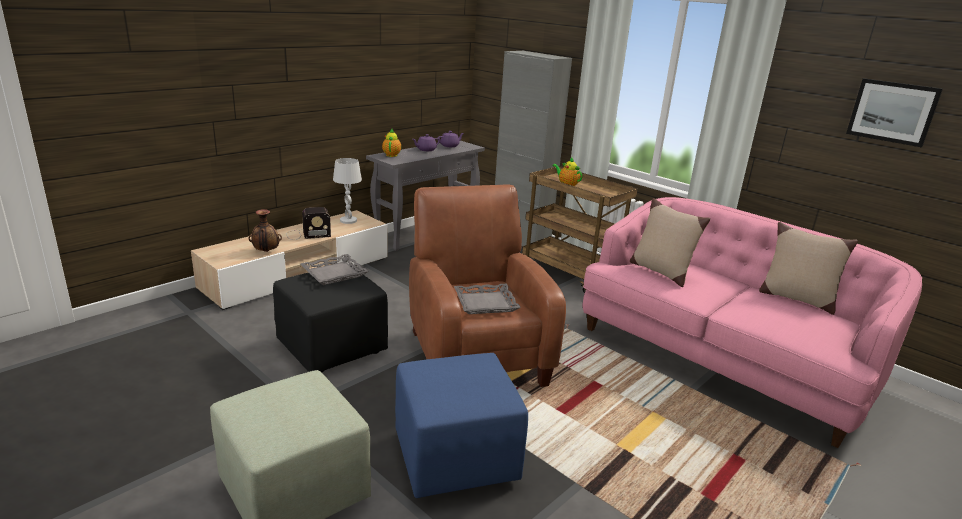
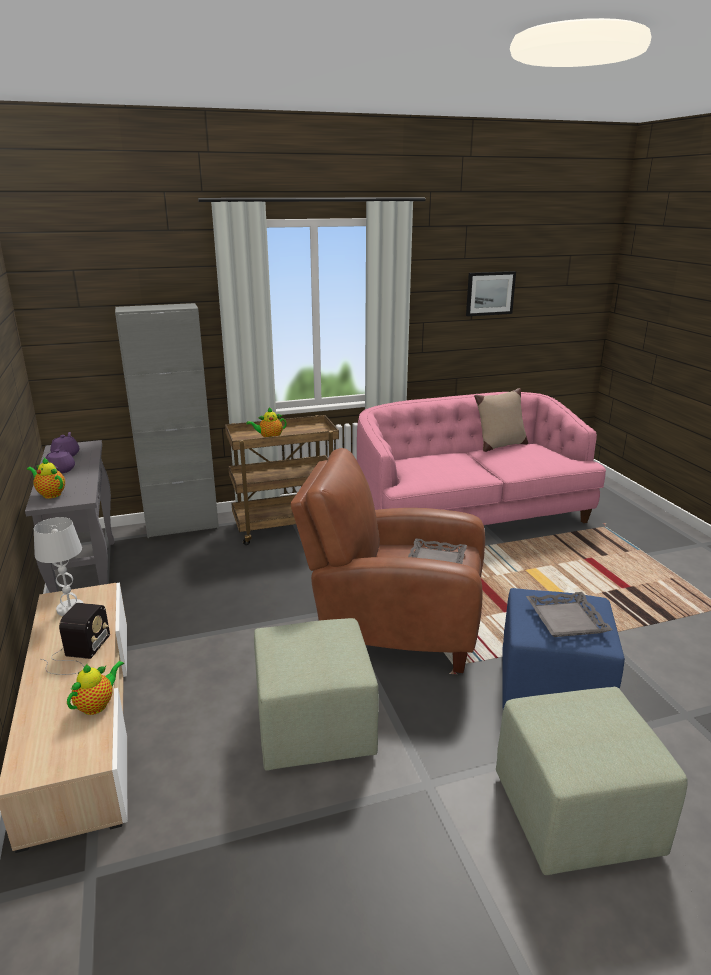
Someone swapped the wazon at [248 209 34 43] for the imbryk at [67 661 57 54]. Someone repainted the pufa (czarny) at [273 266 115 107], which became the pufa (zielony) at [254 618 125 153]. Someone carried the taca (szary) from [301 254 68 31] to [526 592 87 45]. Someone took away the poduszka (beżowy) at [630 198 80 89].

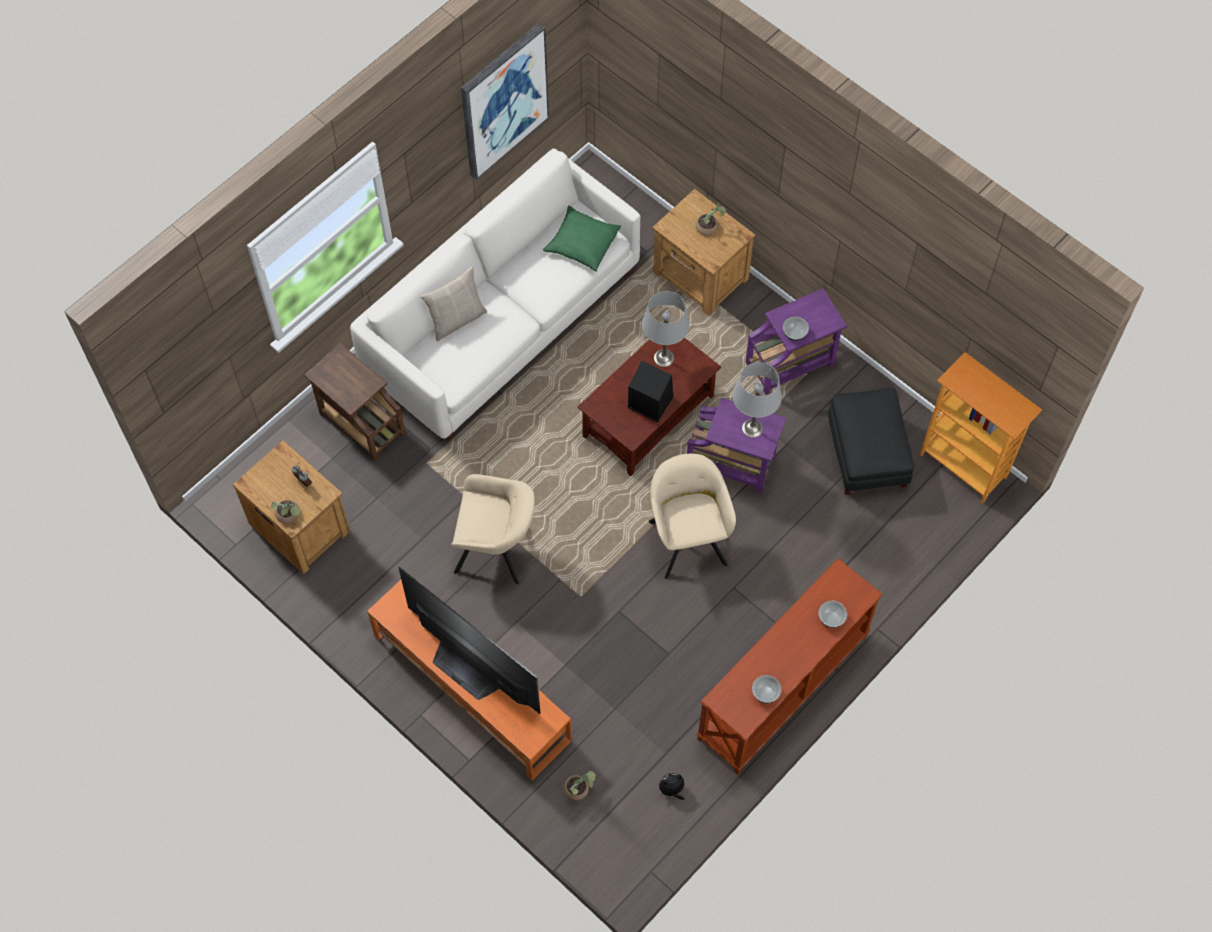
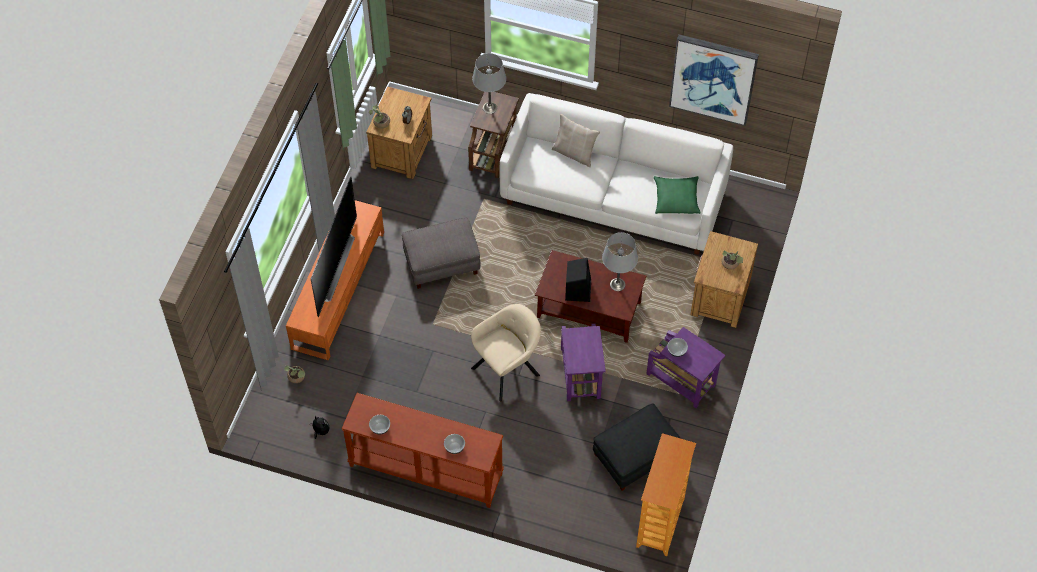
Someone swapped the fotel (beżowy) at [451 474 84 110] for the pufa (szary) at [402 218 79 71]. Someone carried the lampa stołowa (szary) from [733 362 49 76] to [472 53 34 61].

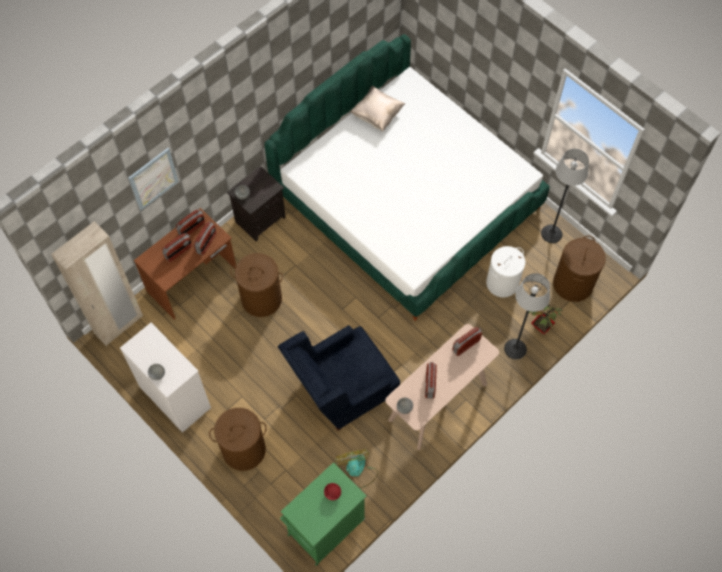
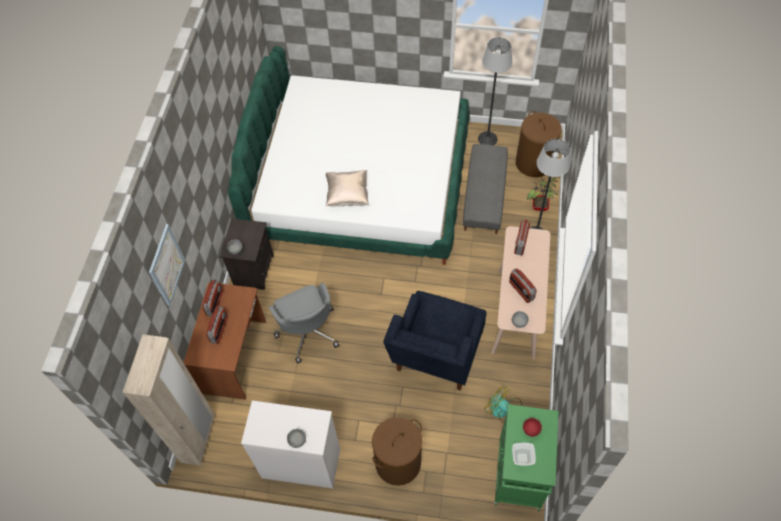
Someone swapped the kosz na pranie (brązowy) at [230 253 53 64] for the krzesło biurowe (szary) at [269 283 70 81]. Someone carried the poduszka (beżowy) from [349 86 56 46] to [326 170 43 36]. Someone swapped the kosz na pranie (biały) at [486 246 39 52] for the pufa (szary) at [463 144 45 90]. Someone put down the miska at [512 443 24 23]. Someone took away the radio at [194 221 22 34].

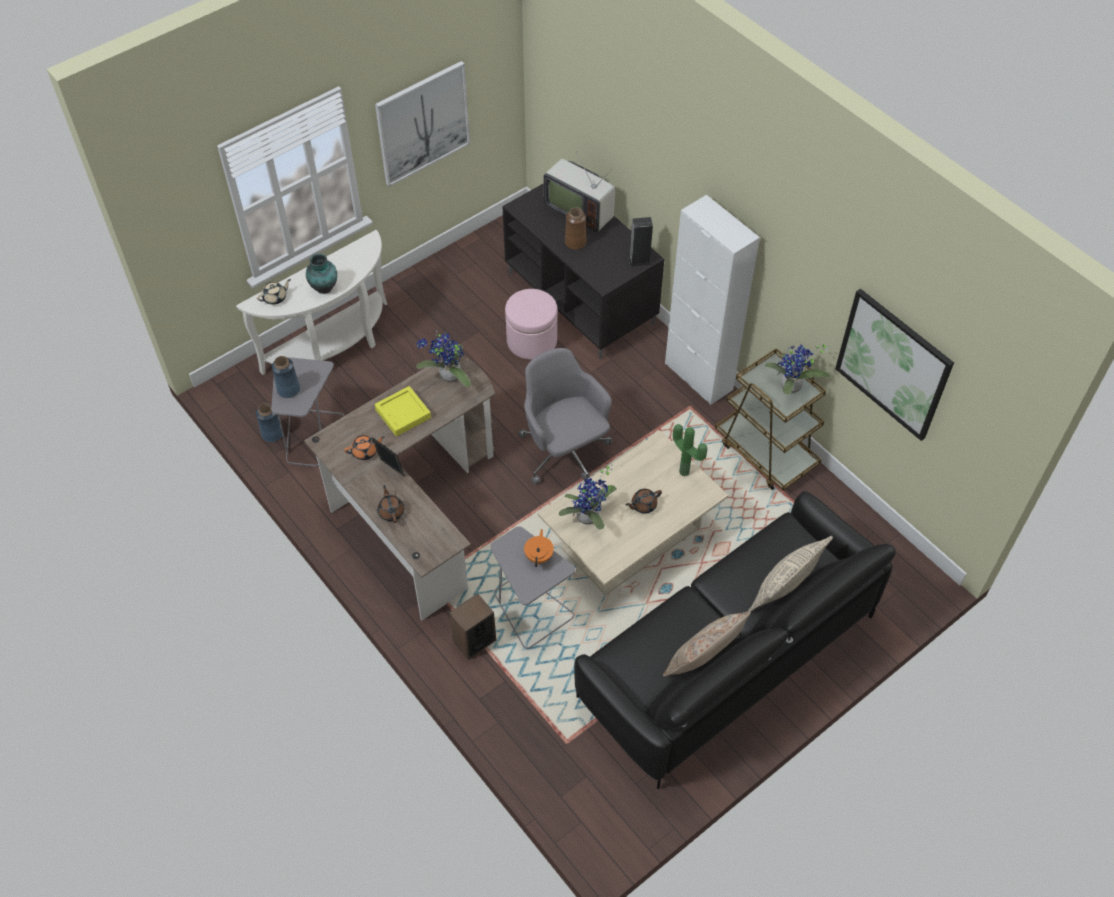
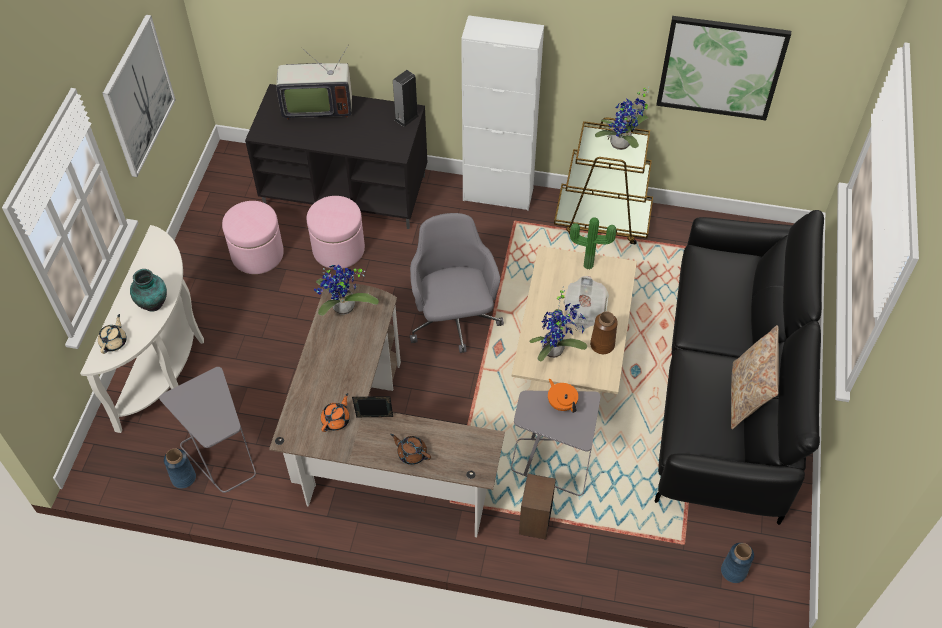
Someone put down the pufa (różowy) at [222 201 62 73]. Someone rotated the krzesło biurowe (szary) at [518 348 94 137] by 60 degrees clockwise. Someone swapped the imbryk (brązowy) at [626 489 36 25] for the gazeta at [563 276 46 54]. Someone carried the wazon (brązowy) from [565 208 22 42] to [590 311 28 43]. Someone carried the wazon (niebieski) from [272 356 28 42] to [721 543 33 40]. Someone took away the taca (żółty) at [375 386 56 50]. Someone took away the poduszka (beżowy) at [748 536 85 75].

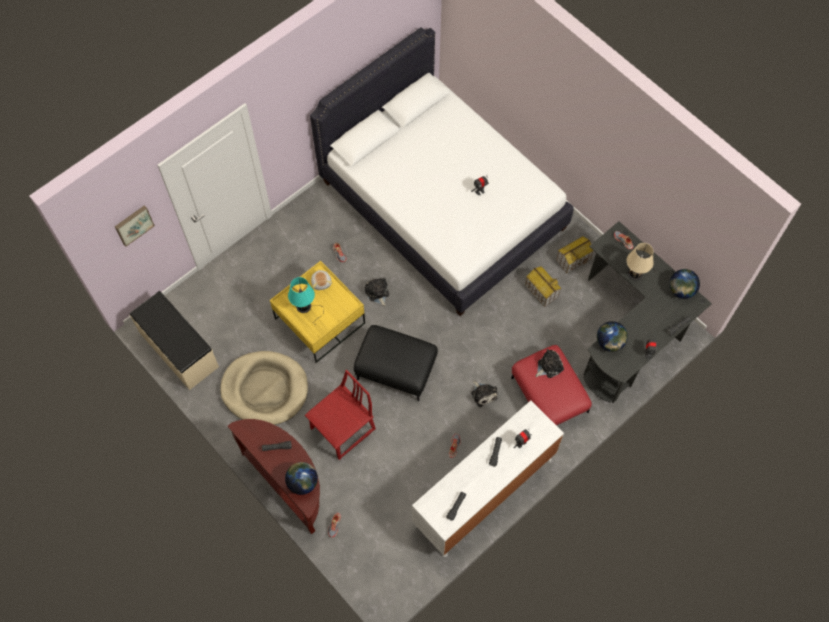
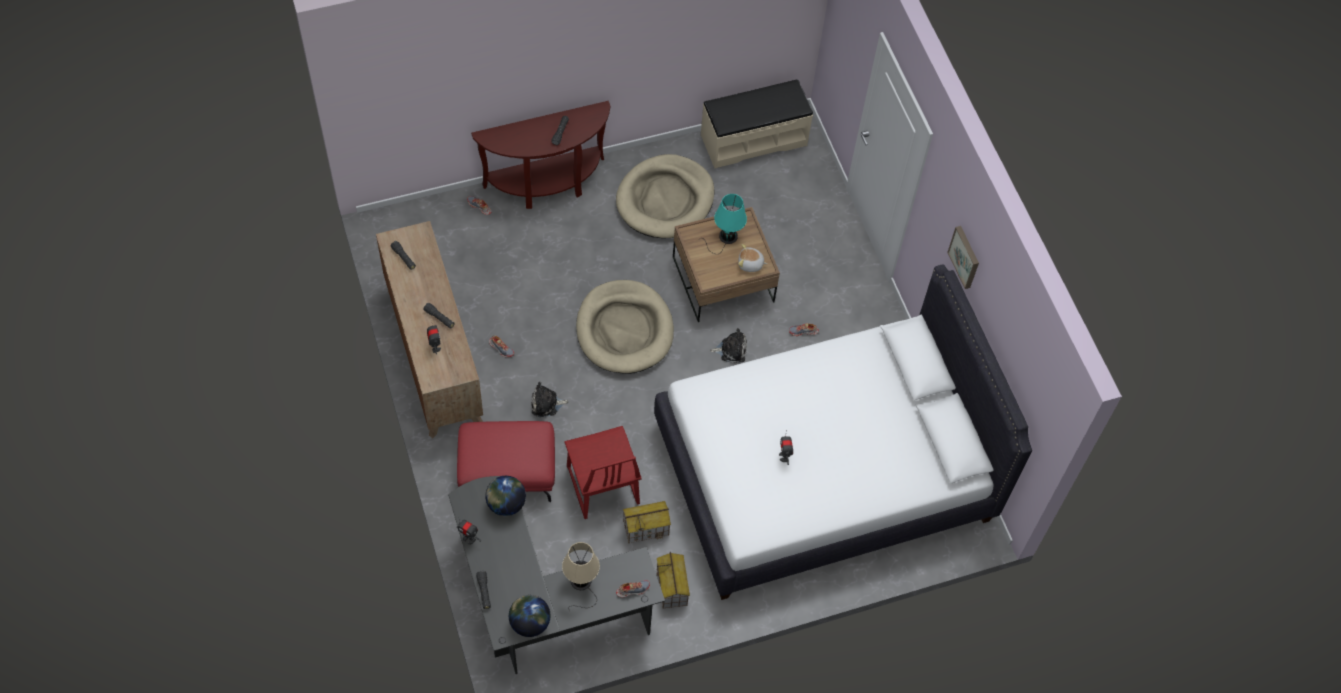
Someone repainted the komoda (biały) at [412 401 152 156], which became the komoda (brązowy) at [376 221 107 217]. Someone carried the krzesło (czerwony) from [305 370 71 90] to [564 426 78 93]. Someone swapped the pufa (czarny) at [354 325 84 76] for the legowisko (beżowy) at [576 280 98 94]. Someone repainted the ława (żółty) at [270 261 95 102], which became the ława (brązowy) at [673 207 107 115]. Someone carried the obraz from [115 205 40 42] to [947 226 32 63]. Someone took away the globus at [285 462 33 33]. Someone took away the pluszak at [535 349 29 29].

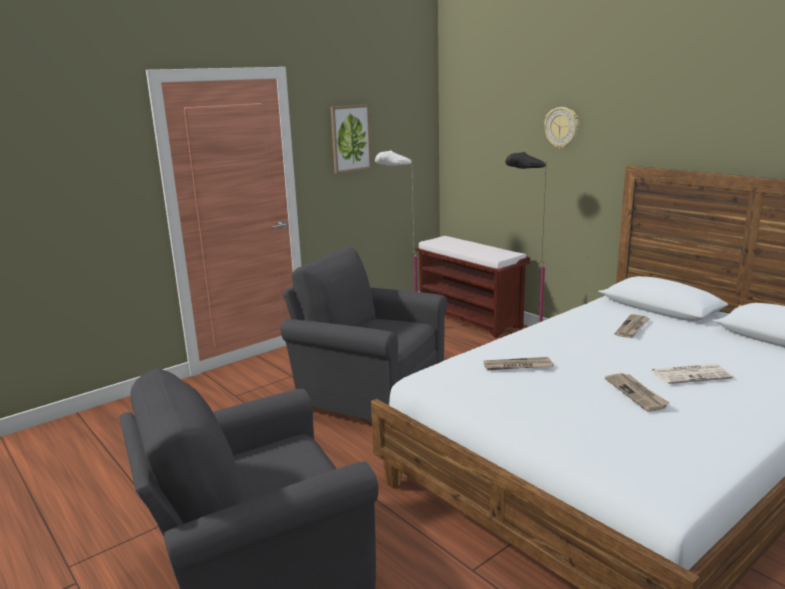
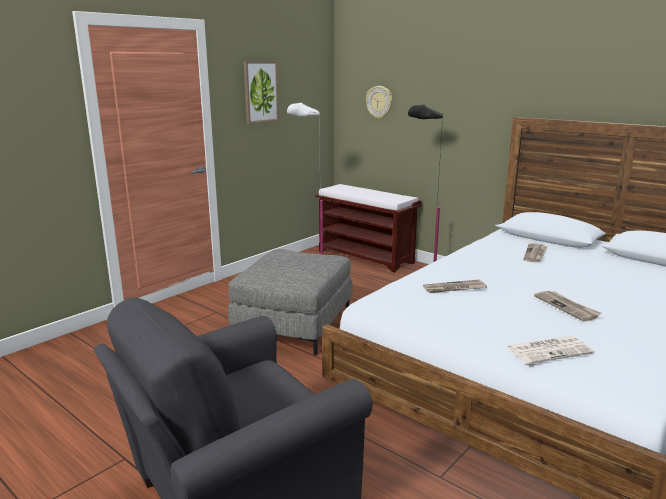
Someone swapped the fotel (szary) at [281 247 166 174] for the pufa (szary) at [228 249 125 107]. Someone carried the zegar ścienny from [544 107 35 42] to [366 86 26 33]. Someone carried the gazeta from [651 364 82 20] to [507 336 87 28].

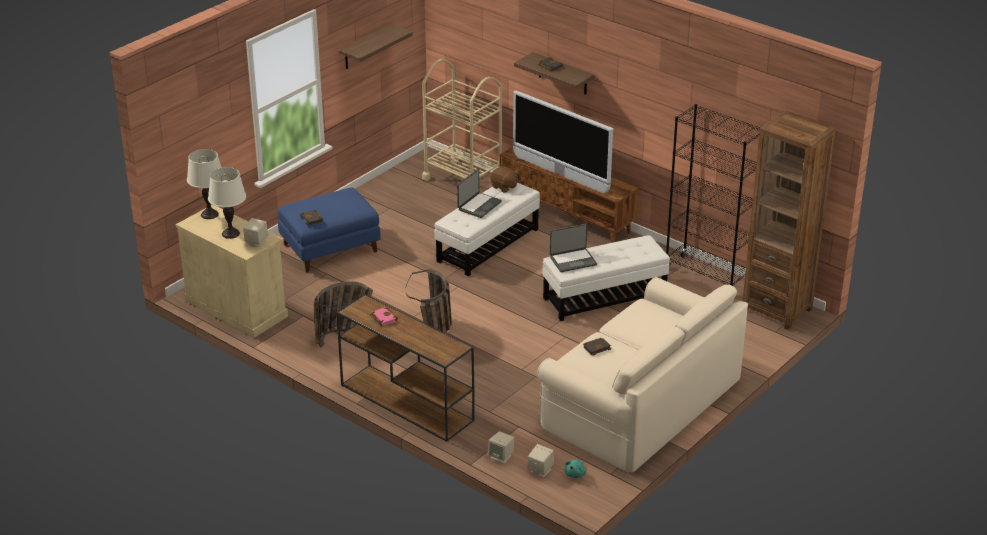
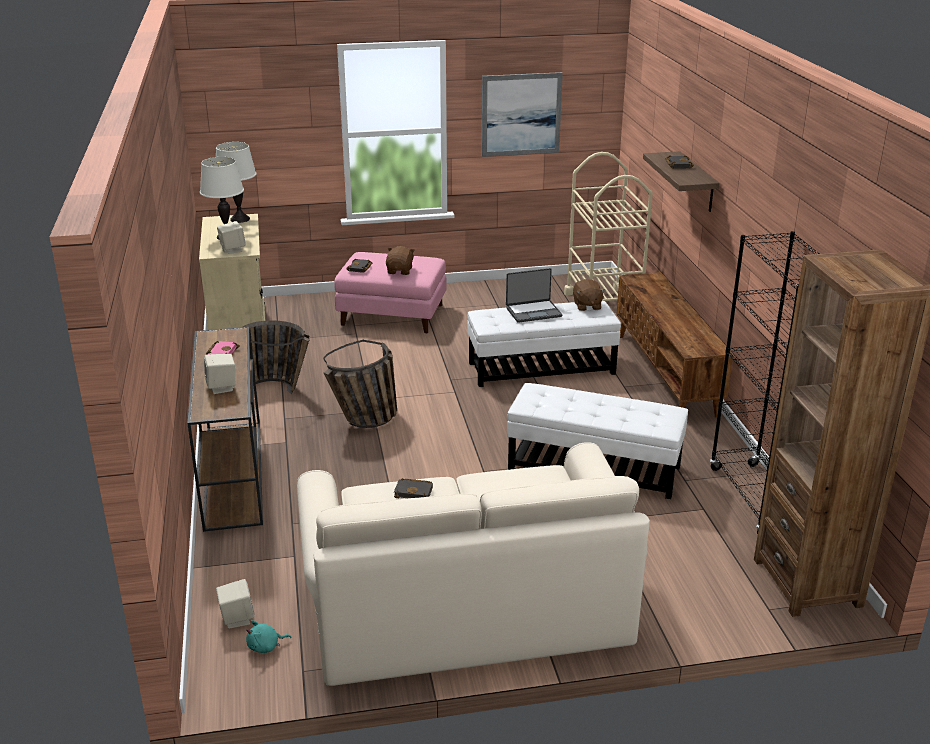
Someone carried the głośnik (beżowy) from [488 431 26 33] to [204 354 31 40]. Someone repainted the pufa (niebieski) at [278 187 103 85], which became the pufa (różowy) at [334 252 113 82]. Someone put down the pluszak (brązowy) at [386 246 29 29]. Someone swapped the półka at [338 24 75 45] for the obraz at [482 72 81 85]. Someone took away the telewizor at [513 90 100 103]. Someone took away the laptop at [550 224 47 48].

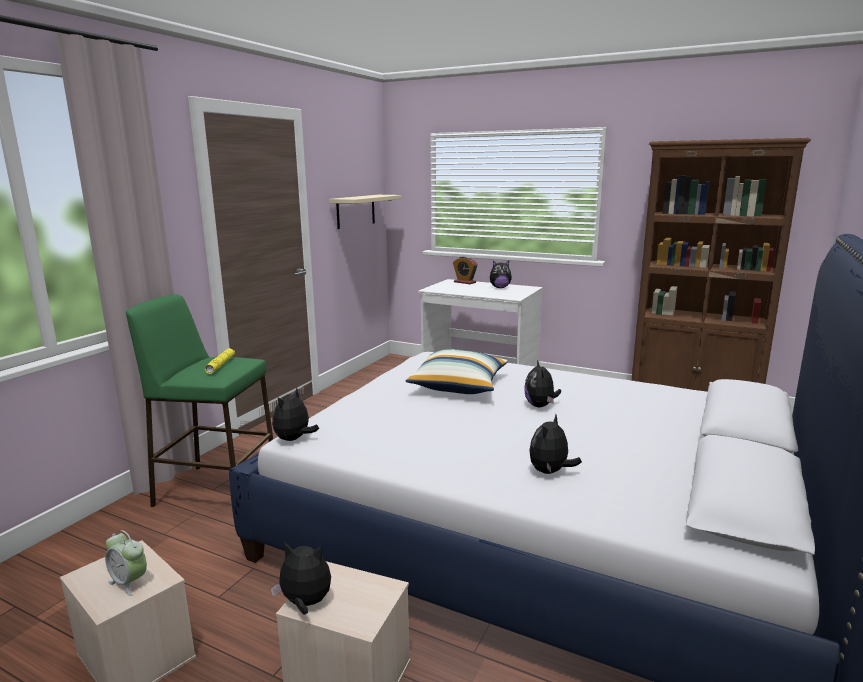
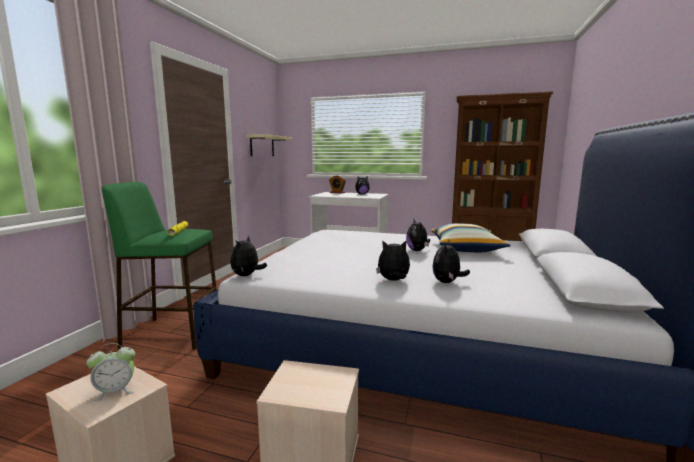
Someone rotated the budzik at [105 530 42 66] by 45 degrees counterclockwise. Someone carried the pluszak from [270 543 61 72] to [376 240 34 41]. Someone carried the poduszka from [406 349 102 45] to [431 223 80 29].

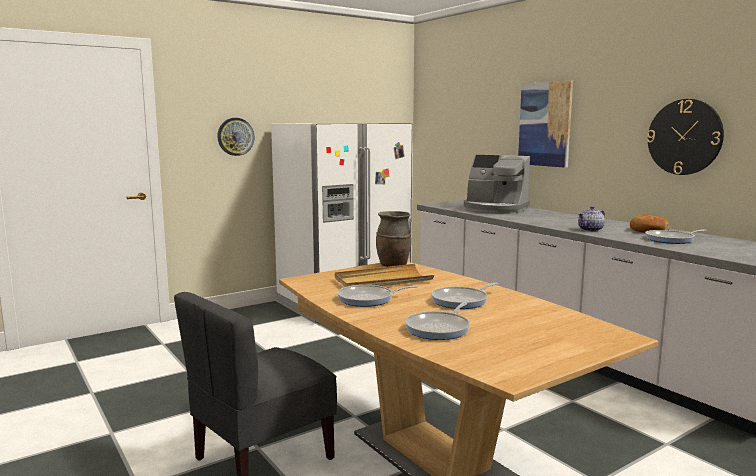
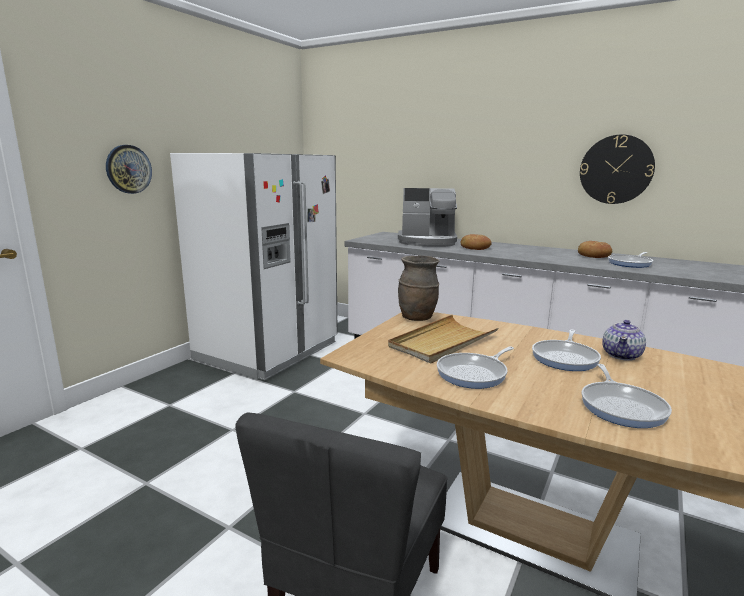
Someone put down the chleb at [461 234 31 16]. Someone carried the imbryk from [578 206 27 26] to [603 320 43 41]. Someone took away the obraz at [518 81 55 87].

